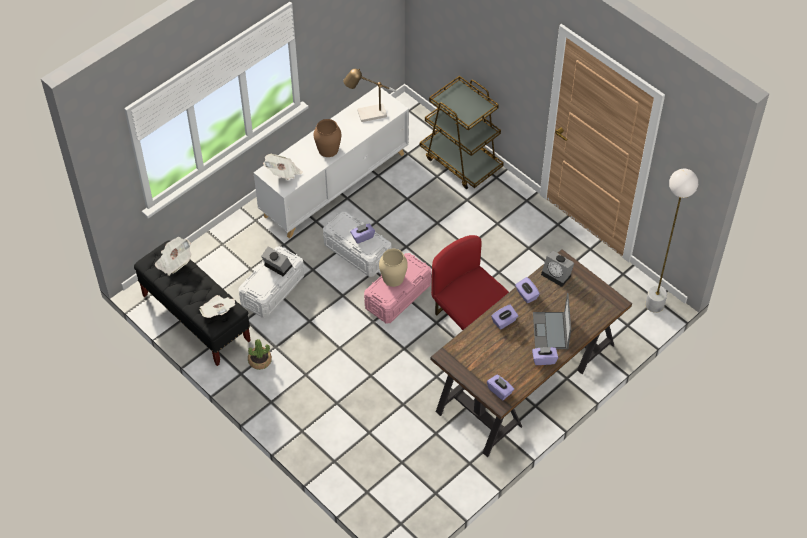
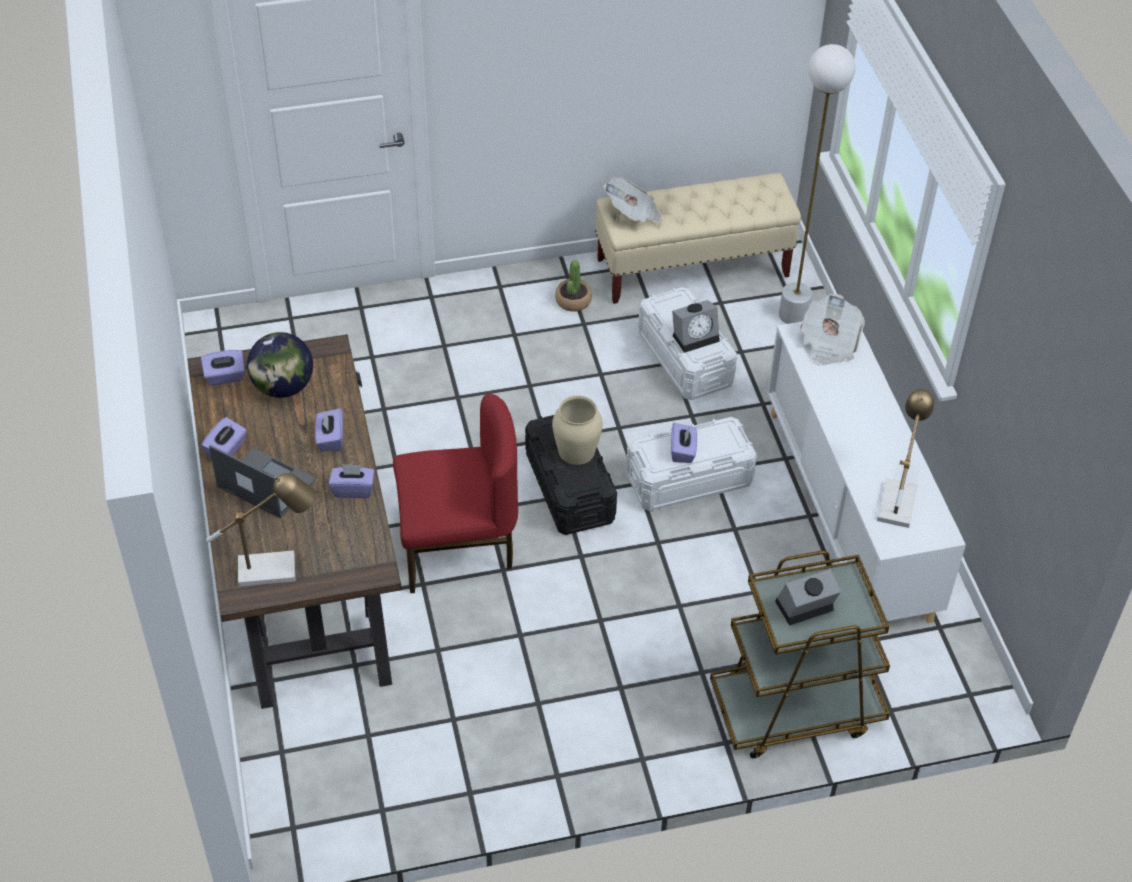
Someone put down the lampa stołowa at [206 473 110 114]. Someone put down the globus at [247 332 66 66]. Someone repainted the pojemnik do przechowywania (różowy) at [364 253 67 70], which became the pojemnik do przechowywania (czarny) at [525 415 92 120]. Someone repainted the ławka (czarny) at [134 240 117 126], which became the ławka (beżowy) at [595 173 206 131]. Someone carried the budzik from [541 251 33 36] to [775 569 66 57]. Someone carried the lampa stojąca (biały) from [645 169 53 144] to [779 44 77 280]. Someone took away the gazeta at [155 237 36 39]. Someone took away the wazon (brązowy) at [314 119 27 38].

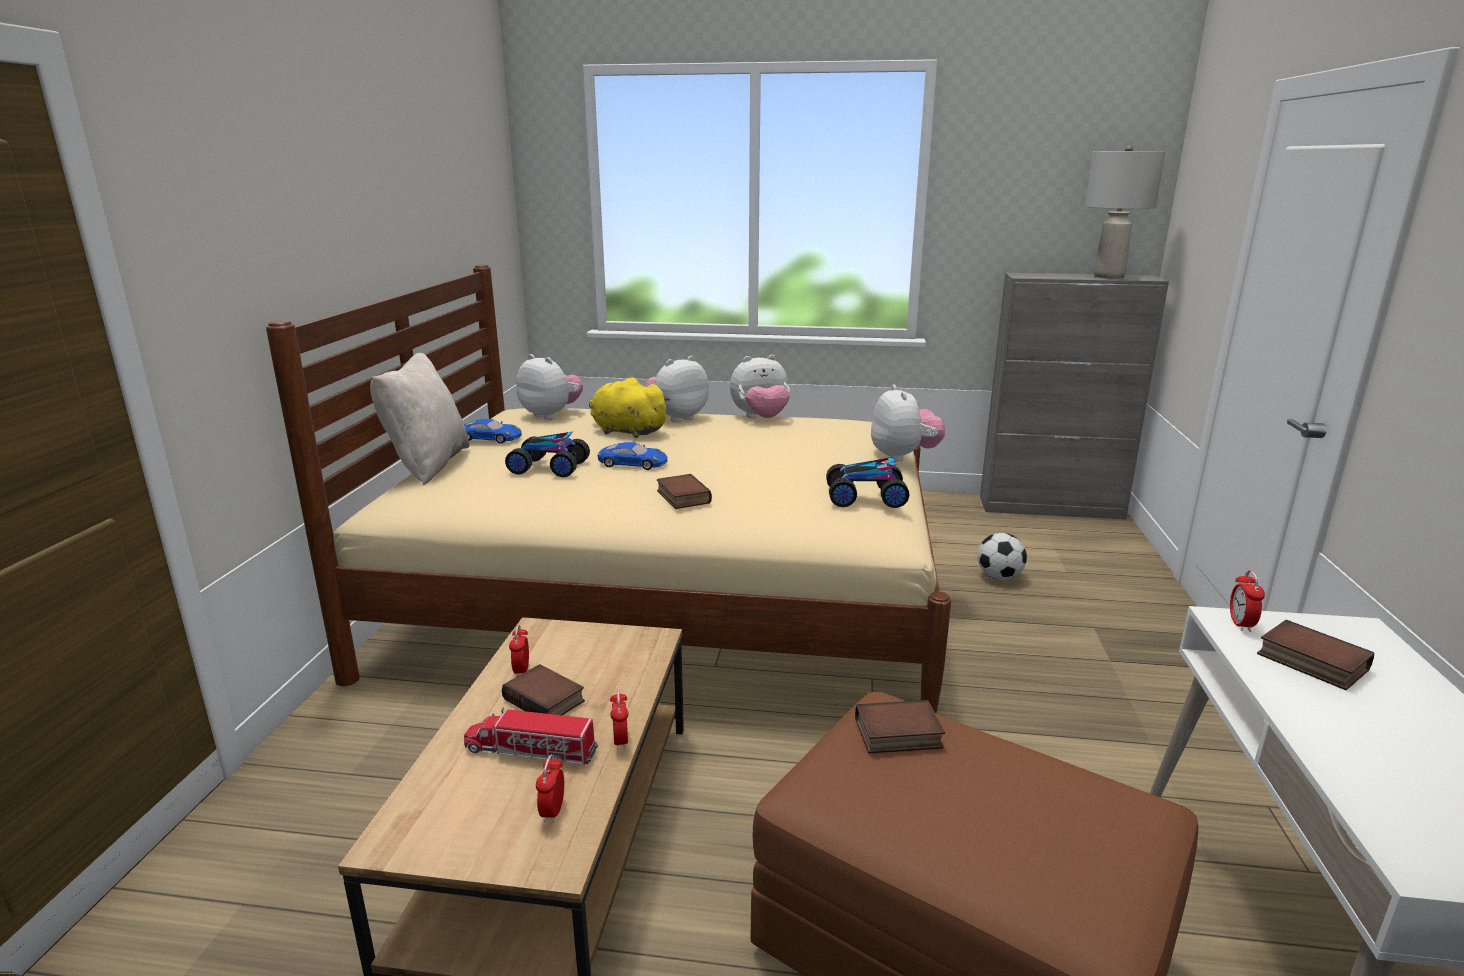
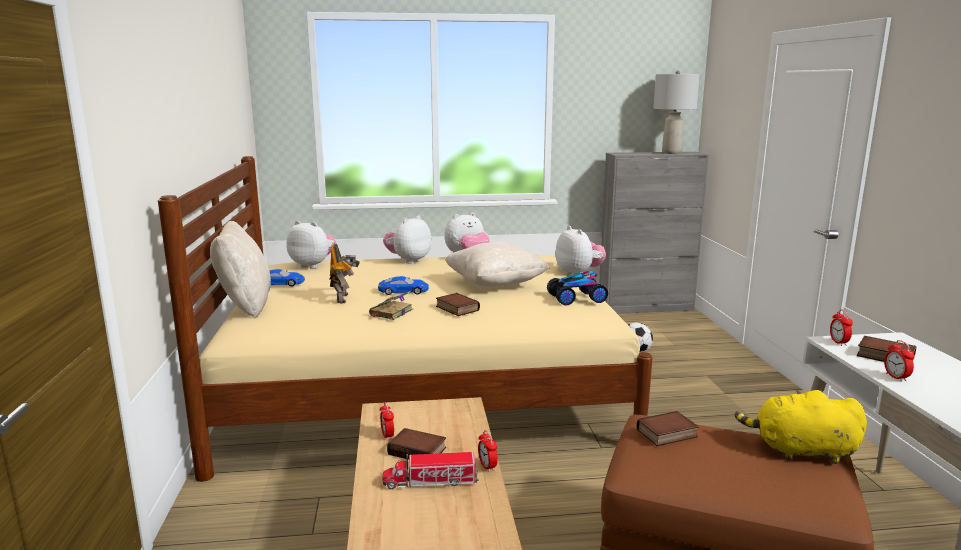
Someone swapped the samochodzik at [505 432 85 45] for the robot zabawkowy at [329 244 31 60]. Someone put down the książka at [369 291 44 29]. Someone put down the poduszka (beżowy) at [445 242 105 45]. Someone carried the pluszak (żółty) from [589 378 81 60] to [735 389 132 75]. Someone carried the budzik from [536 755 28 68] to [884 340 31 42].

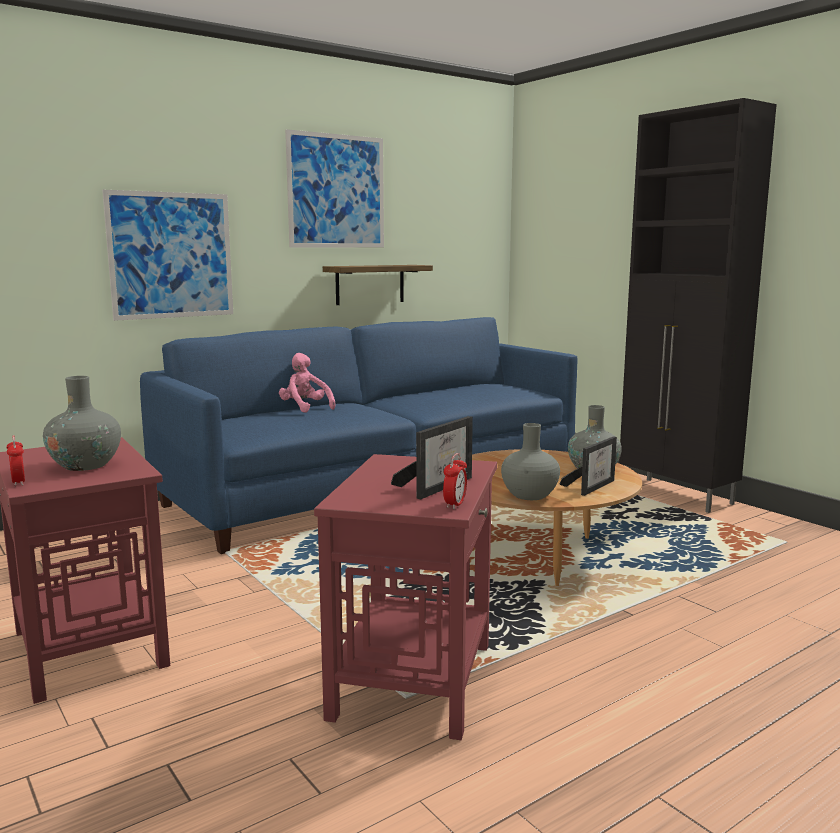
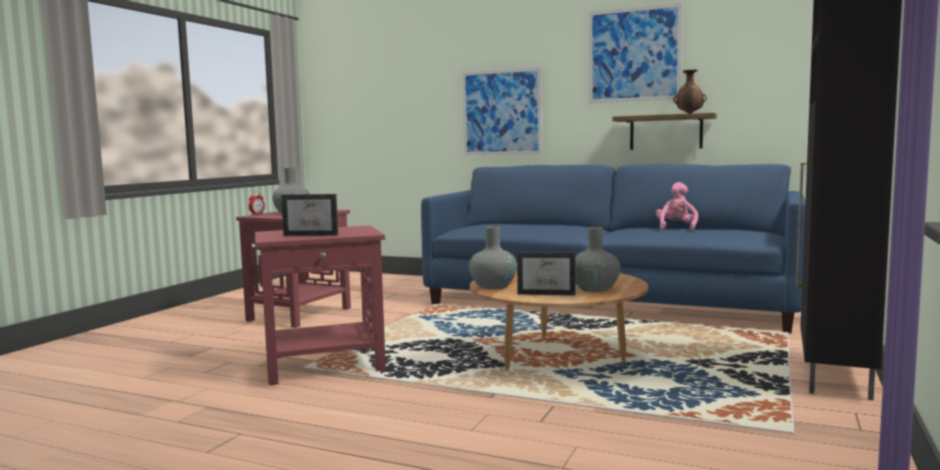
Someone carried the pluszak (różowy) from [279 353 57 60] to [656 182 42 49]. Someone put down the wazon at [673 70 34 44]. Someone took away the budzik at [443 453 24 56].

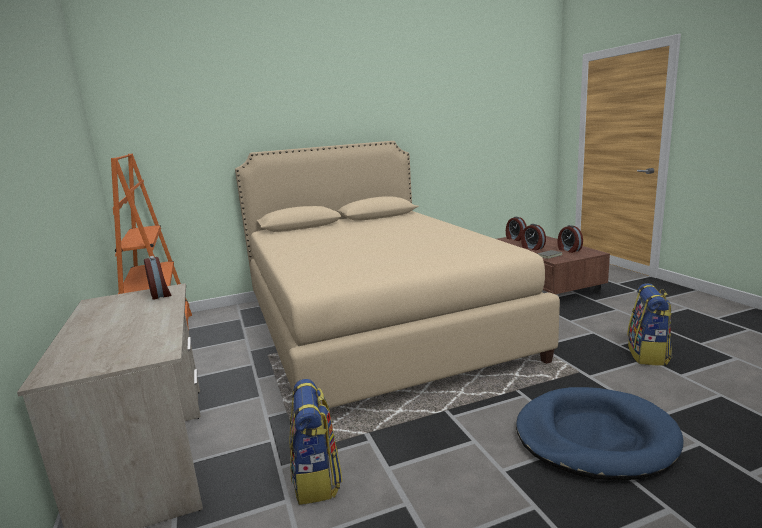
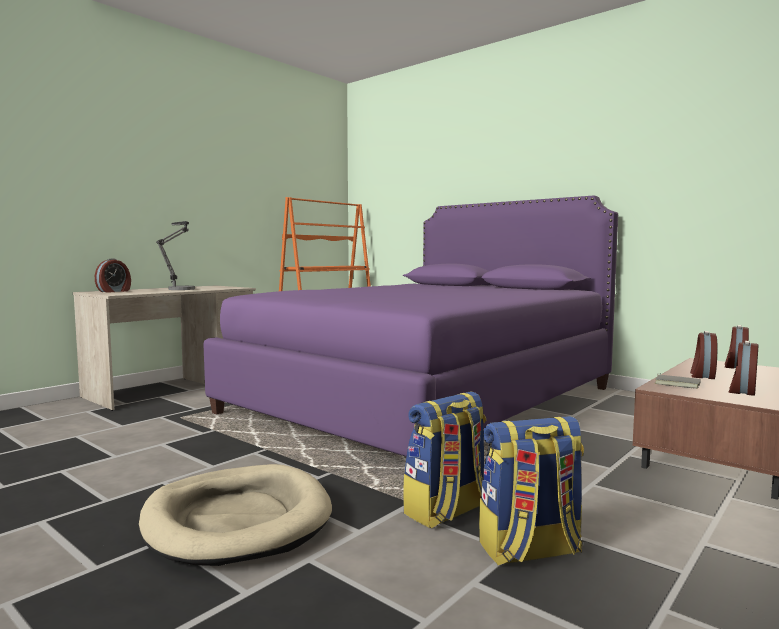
Someone carried the budzik from [144 256 28 44] to [95 258 36 34]. Someone repainted the legowisko (niebieski) at [516 387 168 93], which became the legowisko (beżowy) at [139 464 193 102]. Someone put down the lampa stołowa at [156 221 39 69]. Someone repainted the łóżko (beżowy) at [235 141 325 267], which became the łóżko (fioletowy) at [203 196 415 261]. Someone carried the plecak from [289 379 54 126] to [403 392 83 136].

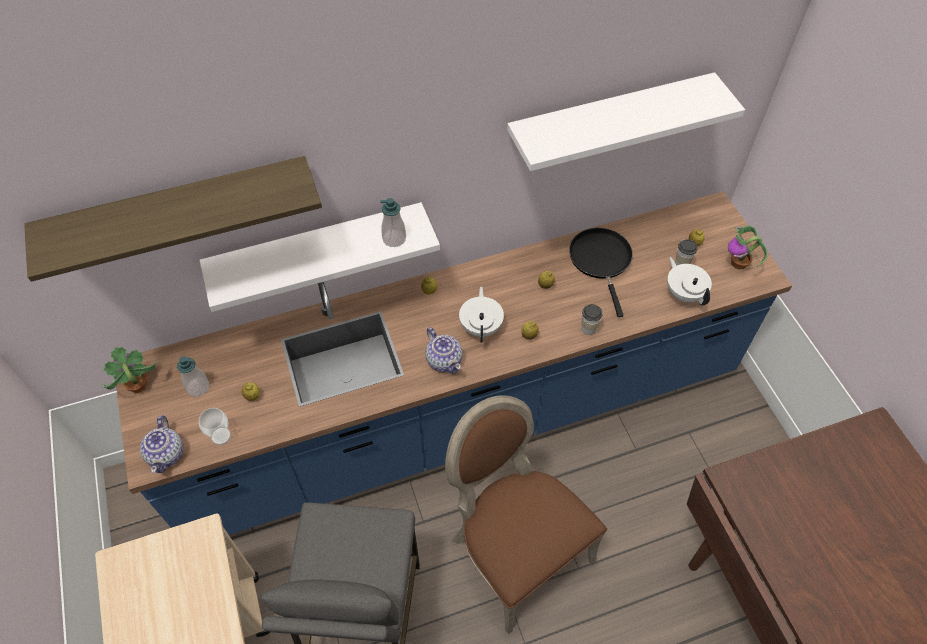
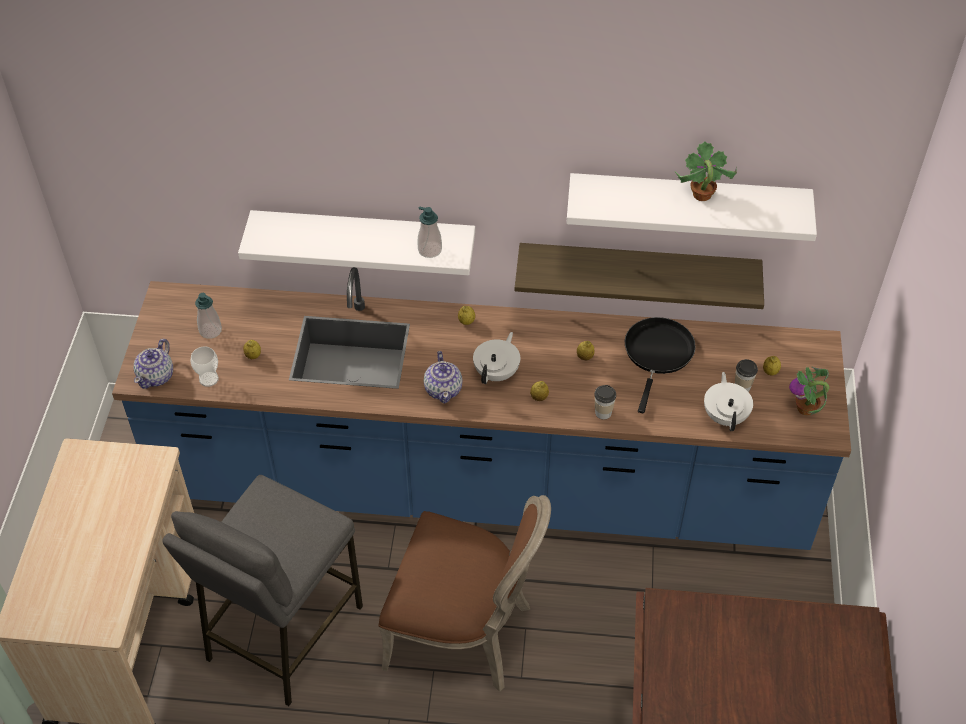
Someone rotated the krzesło (brązowy) at [445 395 162 239] by 120 degrees clockwise. Someone carried the półka from [24 156 298 126] to [515 243 249 66]. Someone carried the roślina doniczkowa from [99 347 57 46] to [675 141 62 60].

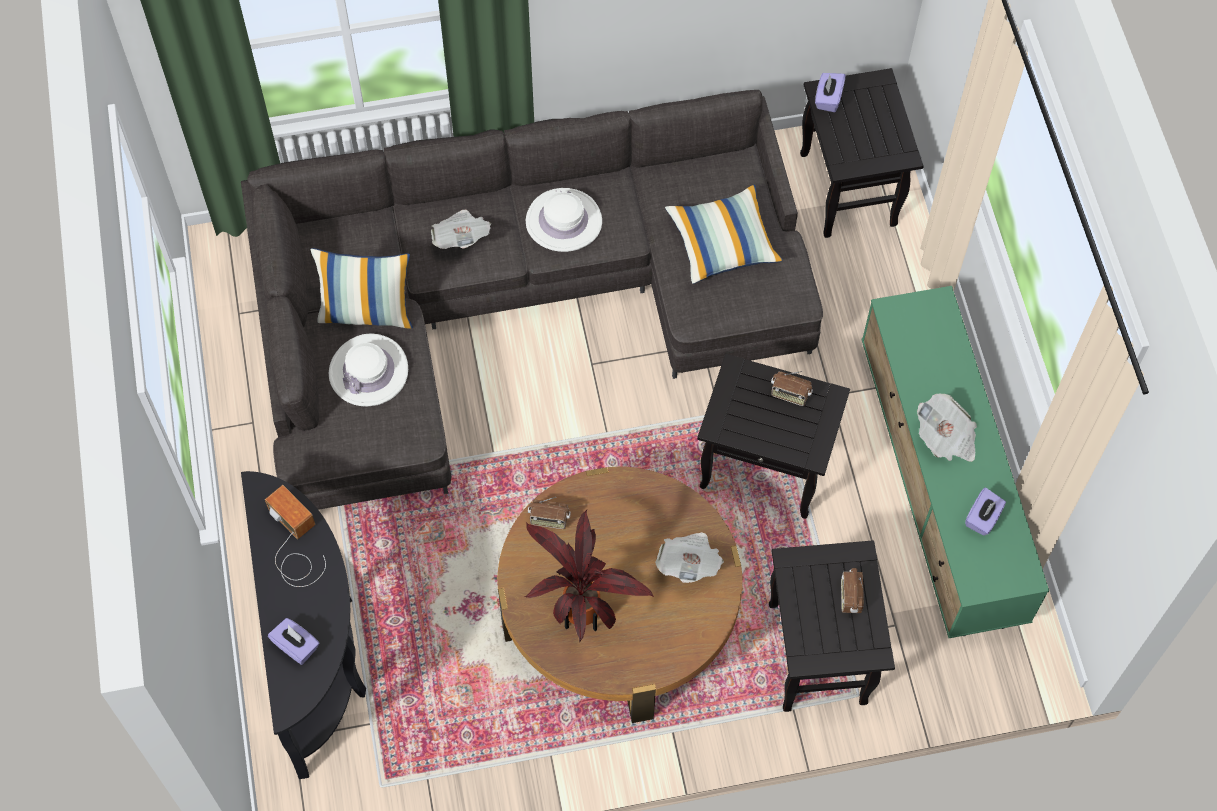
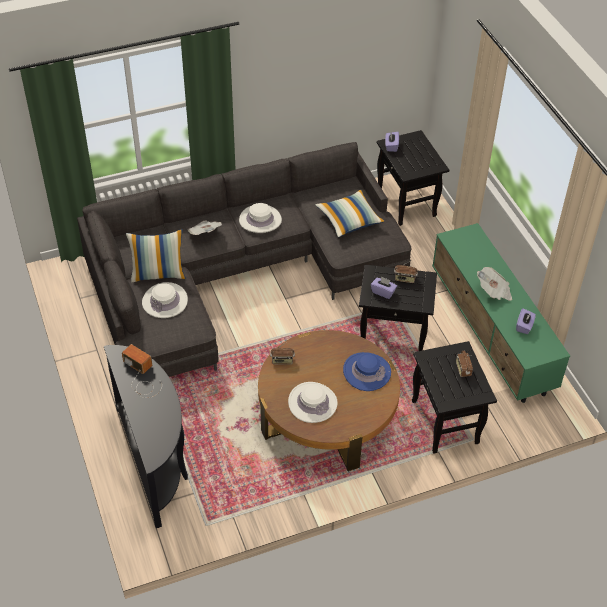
Someone swapped the roślina doniczkowa at [524 510 130 133] for the kapelusz (biały) at [288 382 50 41]. Someone swapped the gazeta at [655 532 69 51] for the kapelusz (niebieski) at [343 352 48 39]. Someone carried the pudełko chusteczek (fioletowy) from [268 618 51 47] to [371 276 26 23].

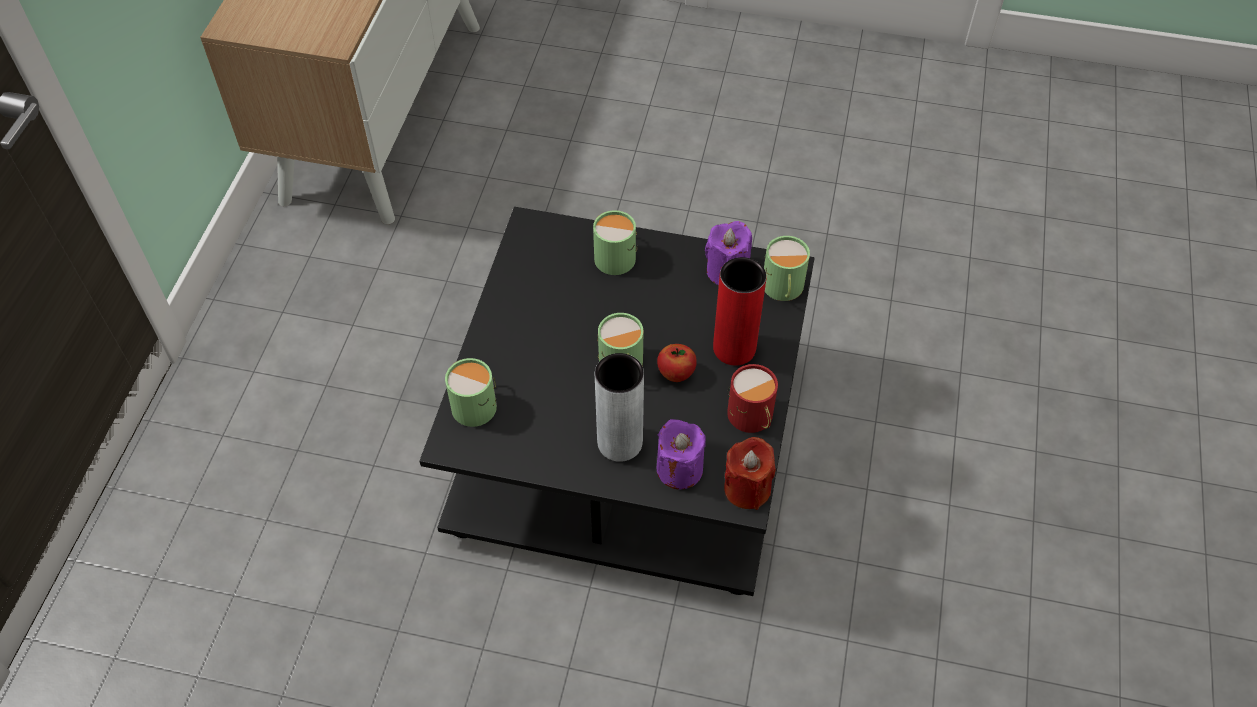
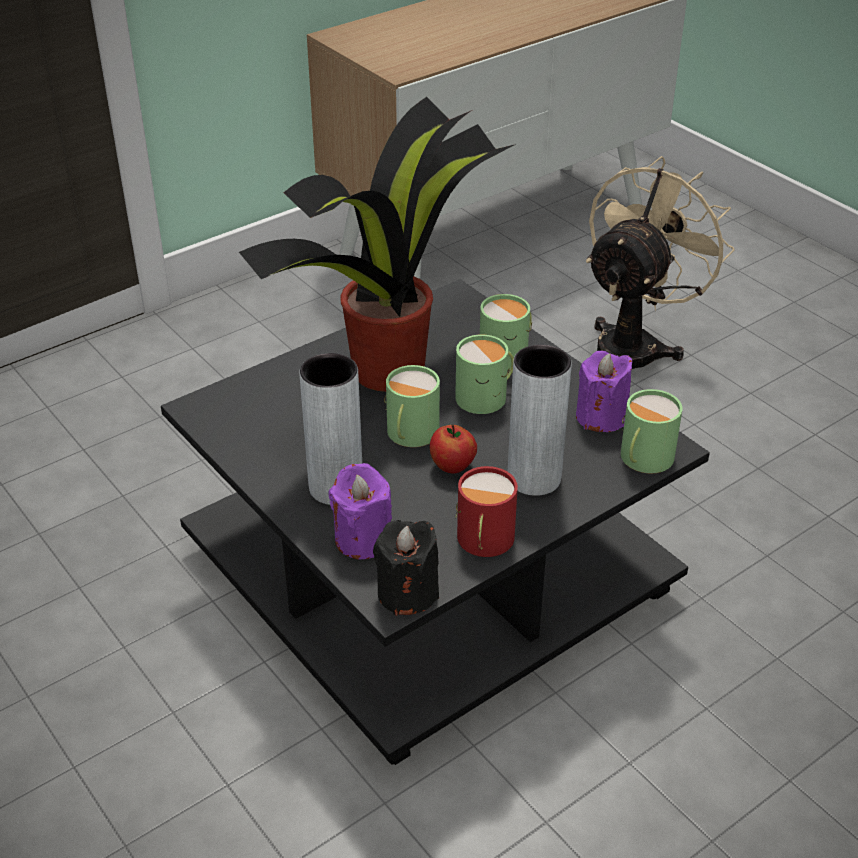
Someone put down the roślina doniczkowa at [239 97 277 295]. Someone repainted the świeca (czerwony) at [724 437 52 73], which became the świeca (czarny) at [373 520 66 95]. Someone carried the kubek (zielony) from [445 358 52 69] to [455 334 59 80]. Someone repainted the wazon (czerwony) at [713 257 54 108], which became the wazon (szary) at [508 345 64 151]. Someone put down the wentylator (beżowy) at [586 156 148 213].

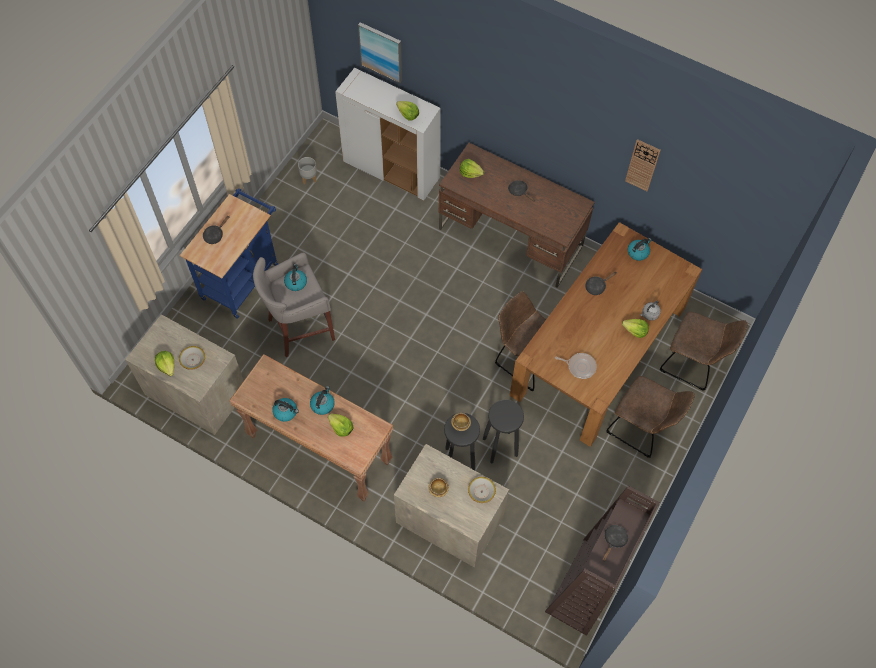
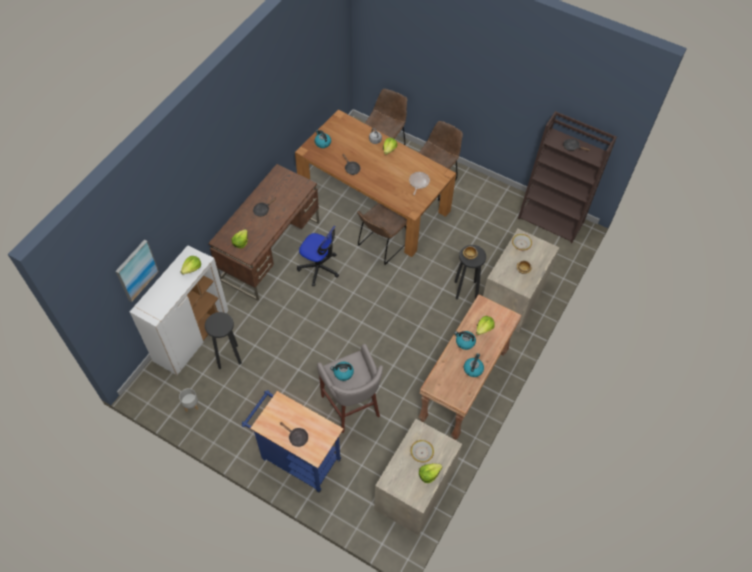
Someone carried the stołek (czarny) from [483 399 41 64] to [205 312 37 57]. Someone put down the krzesło biurowe at [297 226 42 61]. Someone took away the zegar ścienny at [625 139 36 52].

